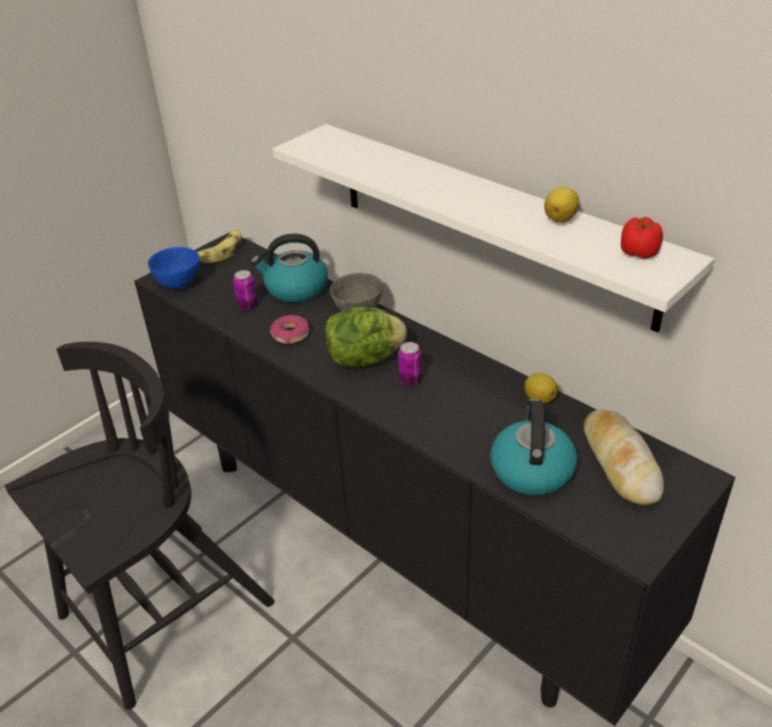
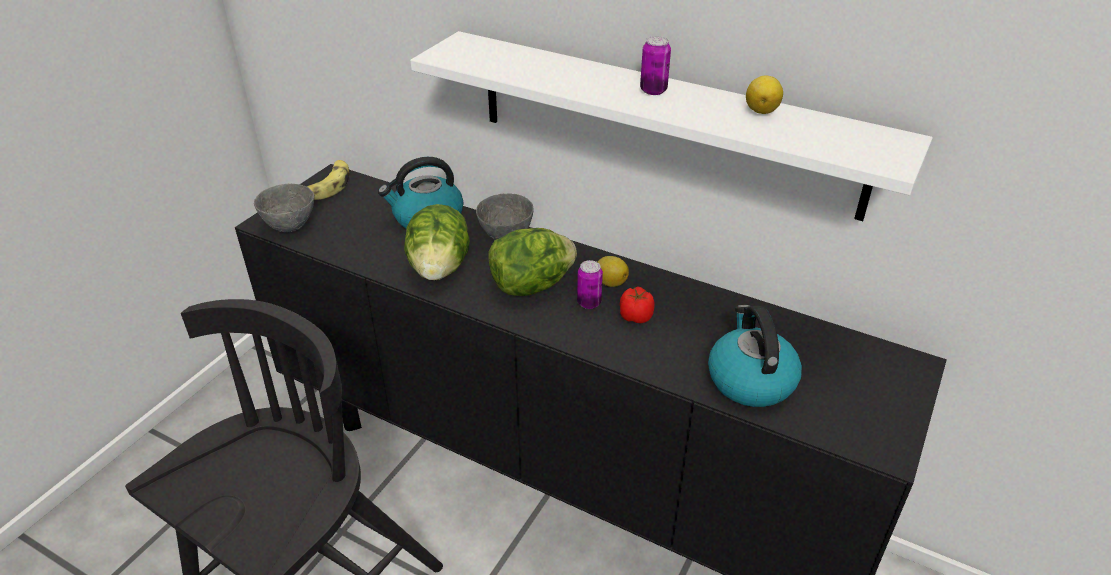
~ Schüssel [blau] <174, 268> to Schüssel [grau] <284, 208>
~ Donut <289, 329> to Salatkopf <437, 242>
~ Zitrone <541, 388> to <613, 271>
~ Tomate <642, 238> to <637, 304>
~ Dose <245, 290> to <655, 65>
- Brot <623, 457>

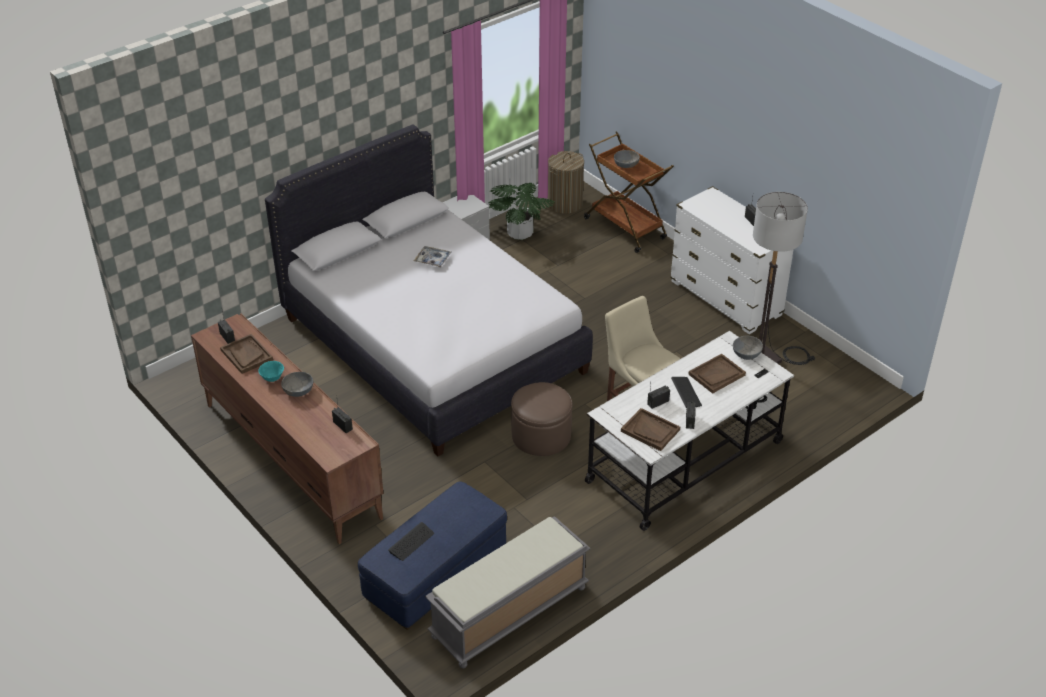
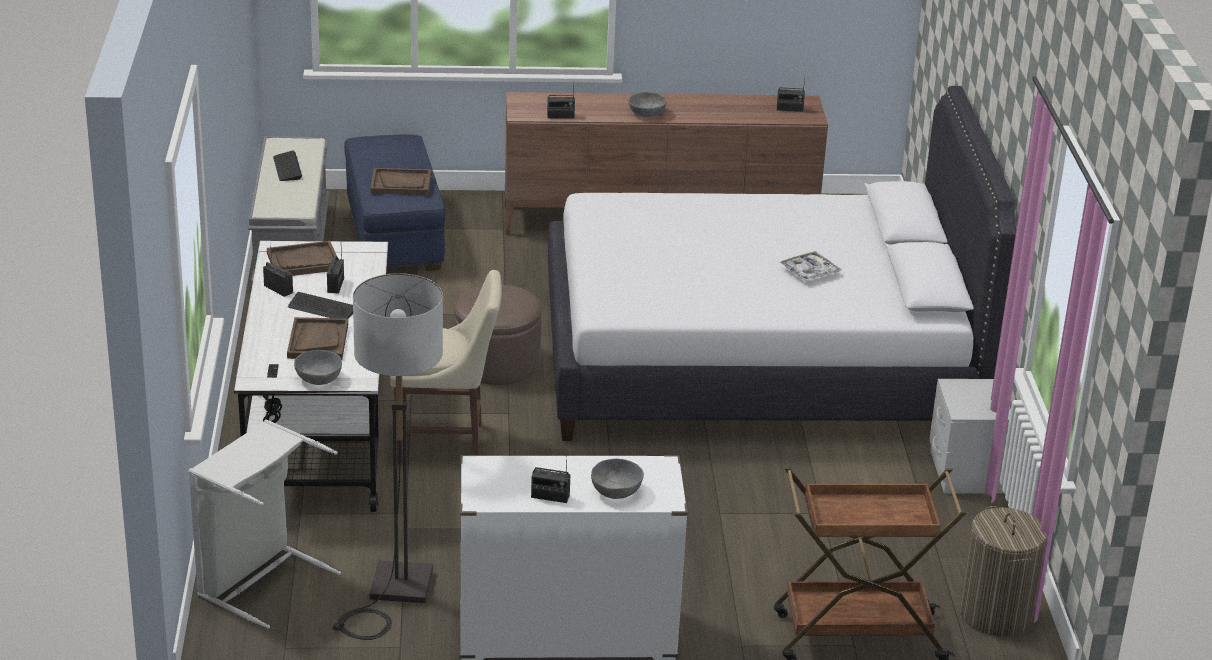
+ Wäschekorb [grau] <264, 524>
~ Tastatur <411, 541> to <287, 166>
~ Tablett [braun] <246, 354> to <400, 181>
~ Schüssel [grau] <627, 159> to <617, 478>
- Schüssel [türkis] <271, 371>
- Topfpflanze <521, 211>

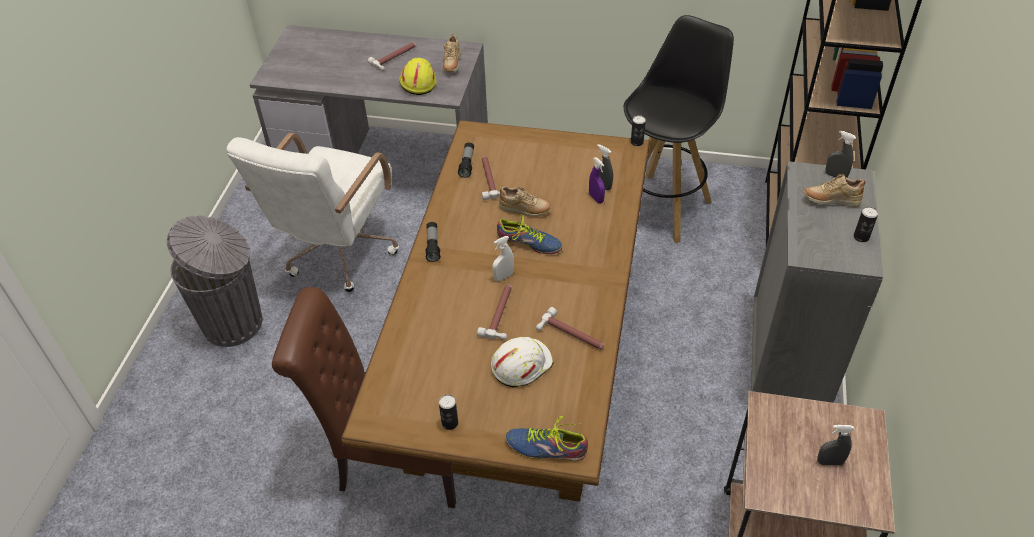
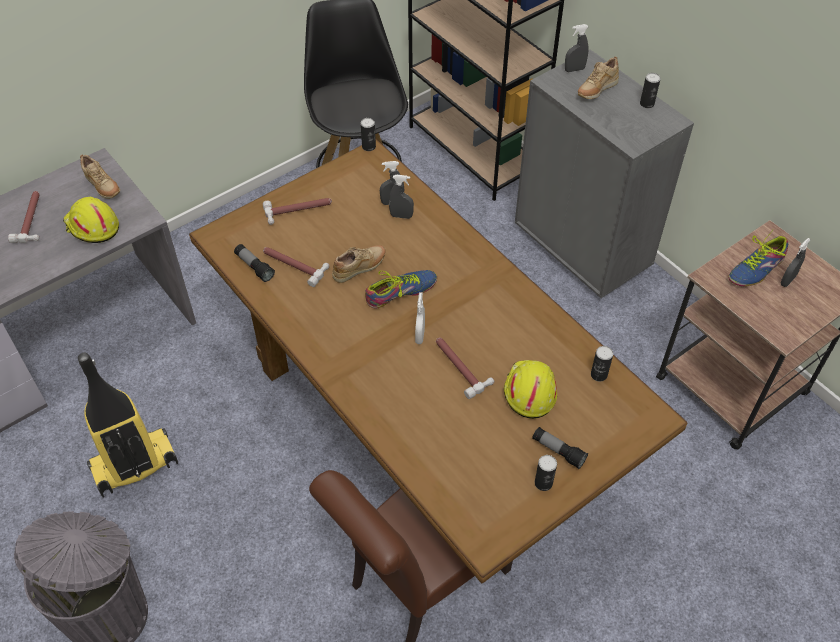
~ Bürostuhl [weiß] <312, 212> to Staubsauger <128, 424>
~ Hammer <570, 328> to <297, 211>
~ Sprühflasche [lila] <597, 180> to Sprühflasche [grau] <401, 197>
~ Schutzhelm [weiß] <522, 362> to Schutzhelm [gelb] <530, 389>
~ Taschenlampe <432, 242> to <560, 448>
+ Dose <602, 364>
~ Schuh <546, 438> to <758, 258>

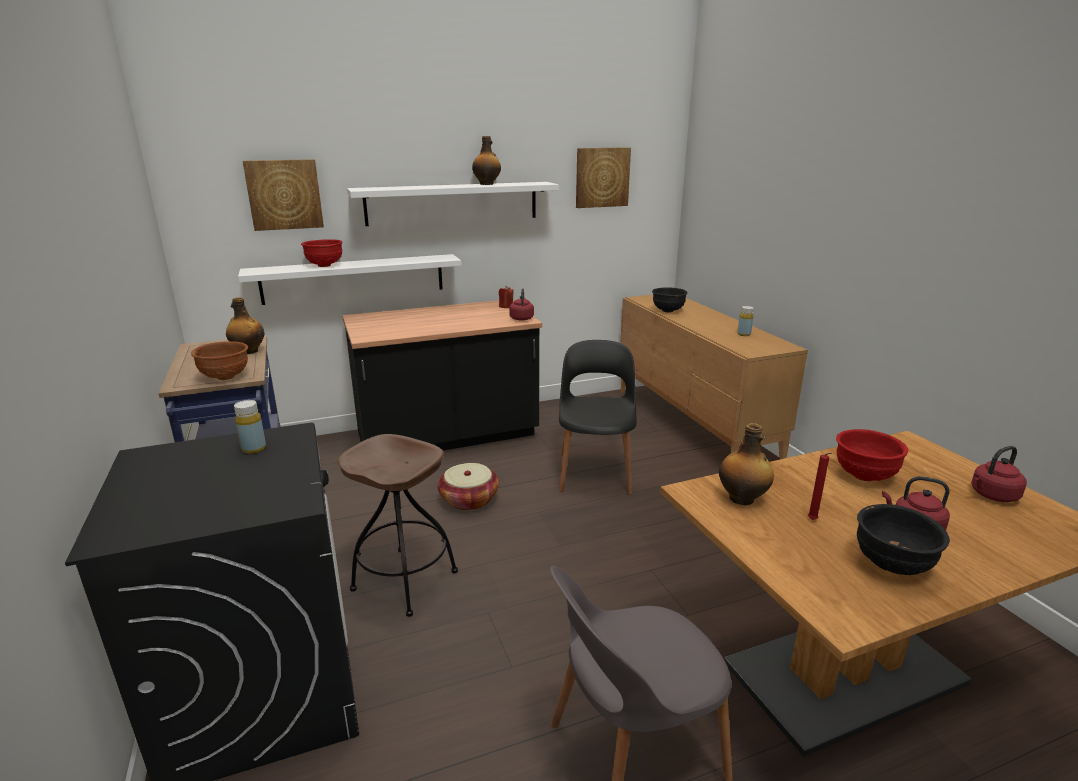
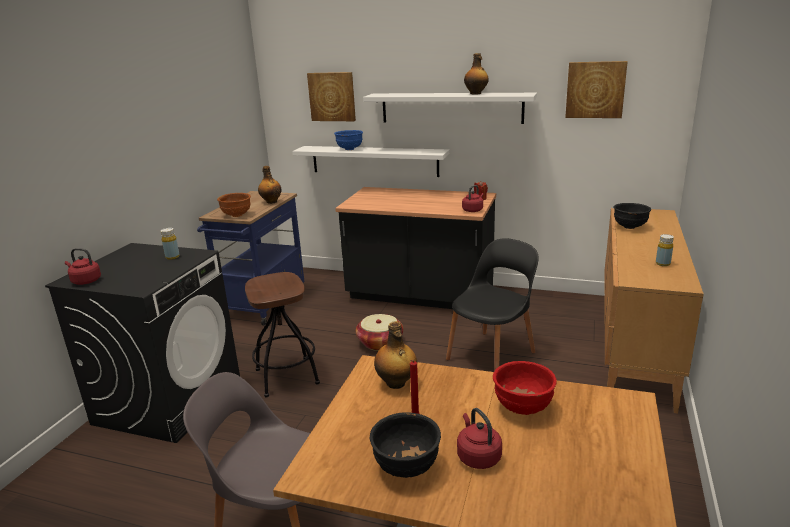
~ Wasserkessel [rot] <999, 474> to <83, 266>
~ Schüssel [rot] <322, 253> to Schüssel [blau] <348, 140>

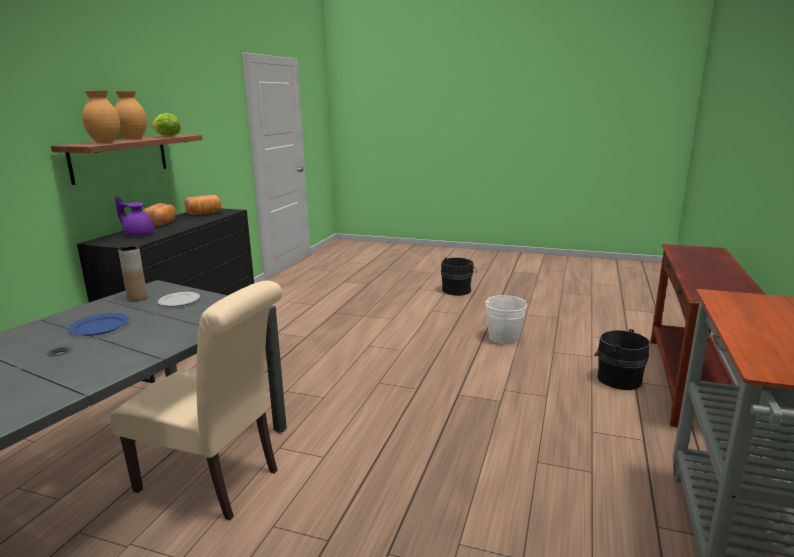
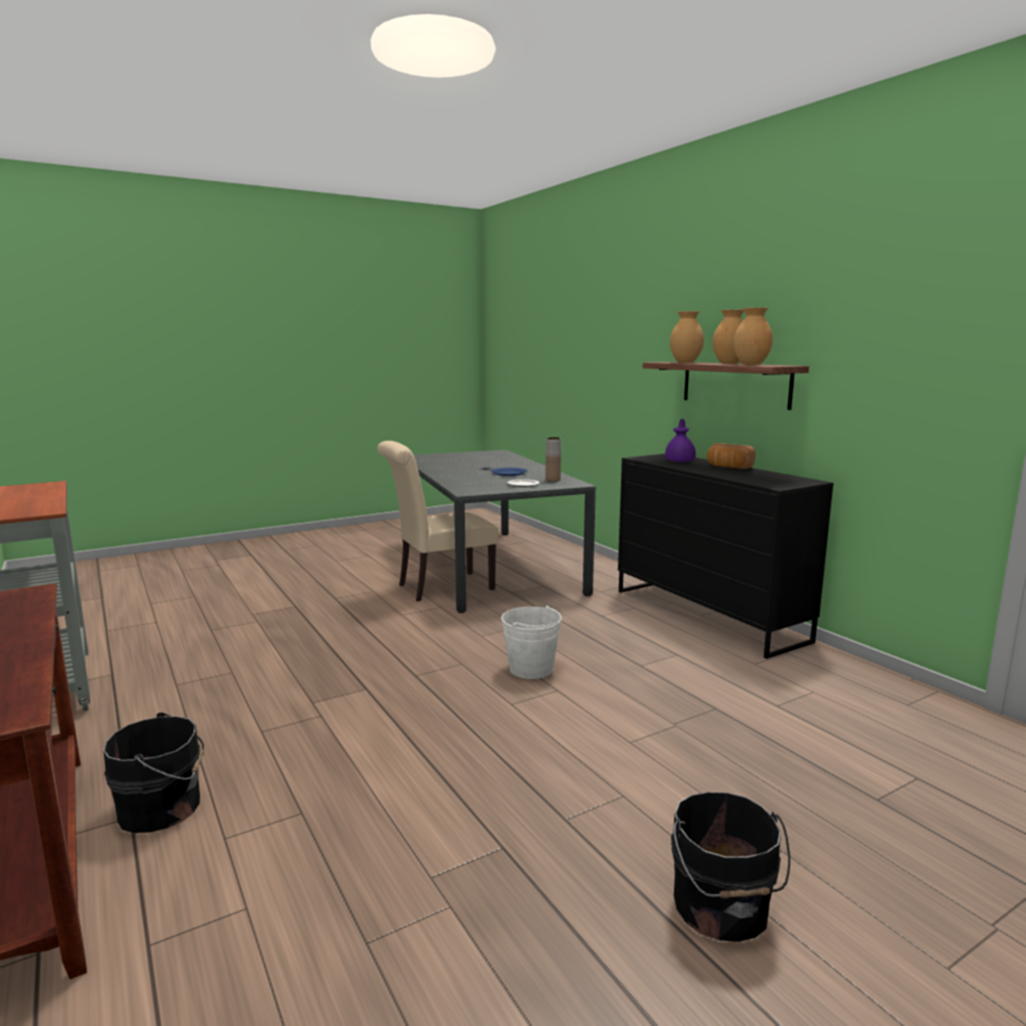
~ Eimer [weiß] <506, 320> to <531, 642>
~ Teekanne [lila] <134, 216> = <680, 440> 45 degrees counterclockwise
~ Salatkopf <166, 124> to Vase [braun] <753, 336>
- Brot <202, 205>

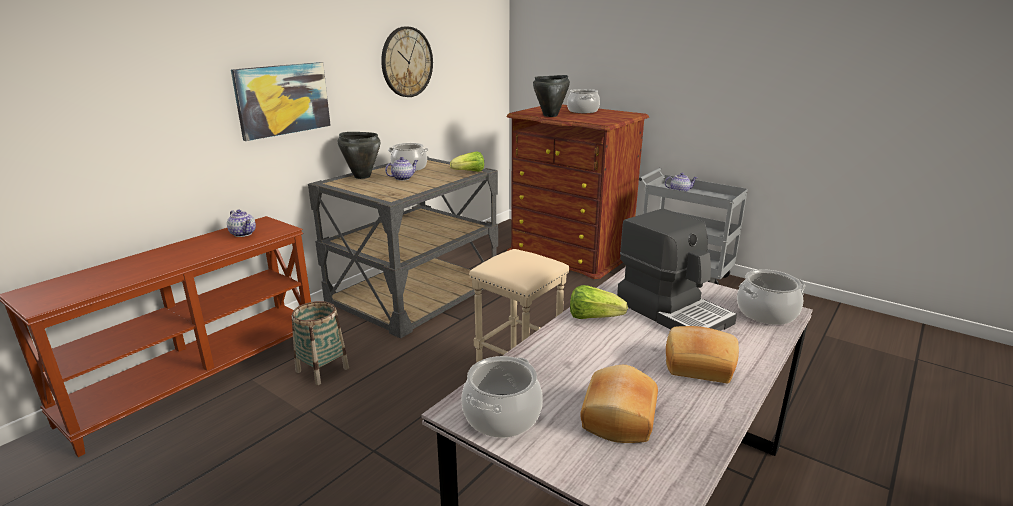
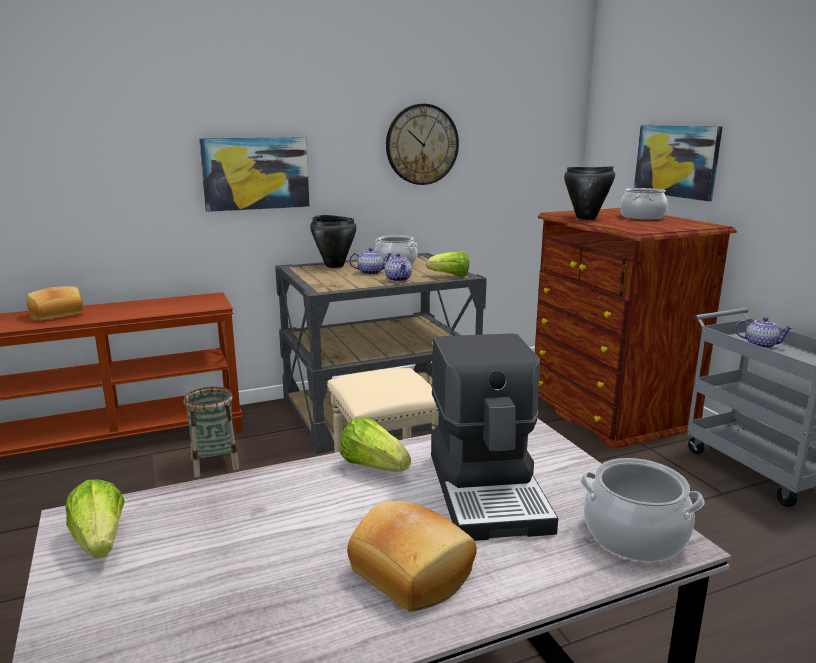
~ Brot <619, 404> to <55, 304>
~ Kochtopf <502, 397> to Salatkopf <95, 519>
~ Teekanne <241, 223> to <398, 267>
+ Bild <678, 163>

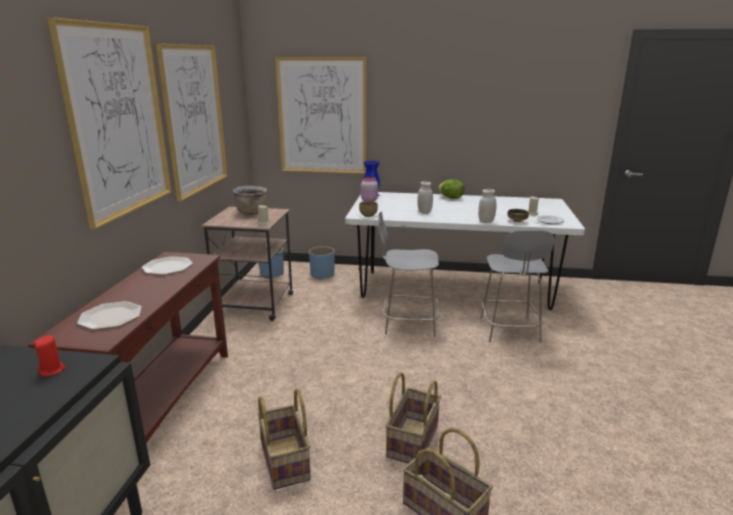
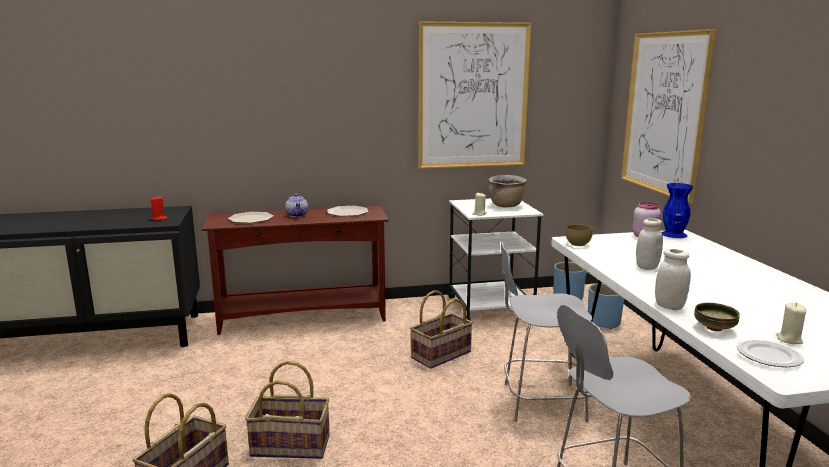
+ Teekanne <296, 205>
~ Korb <284, 439> to <441, 329>
~ Rollwagen [braun] <247, 264> to Rollwagen [weiß] <496, 259>
~ Stuhl [grau] <408, 274> = <546, 332> 75 degrees counterclockwise
- Bild <109, 123>
- Salatkopf <451, 189>

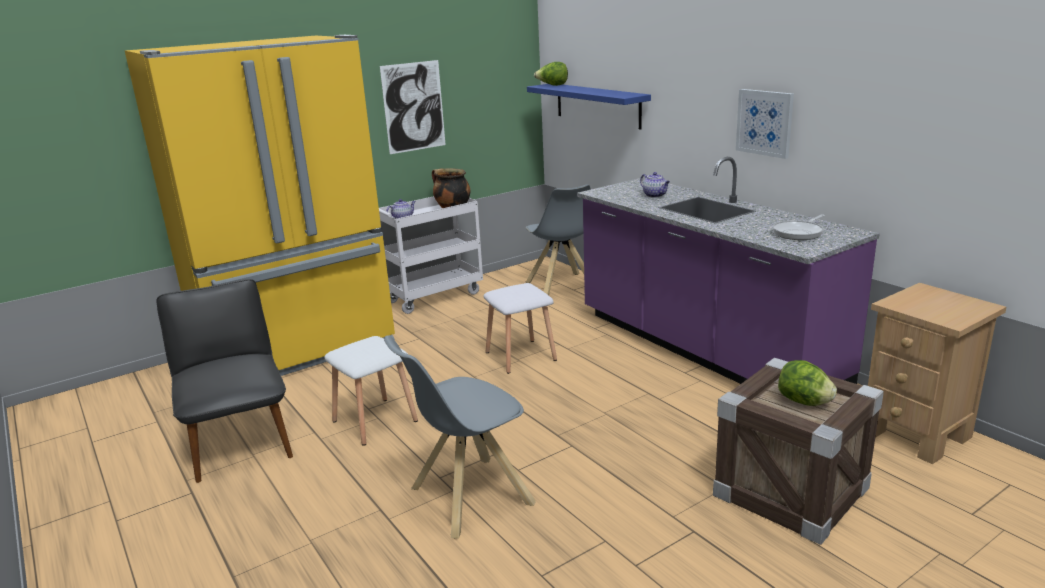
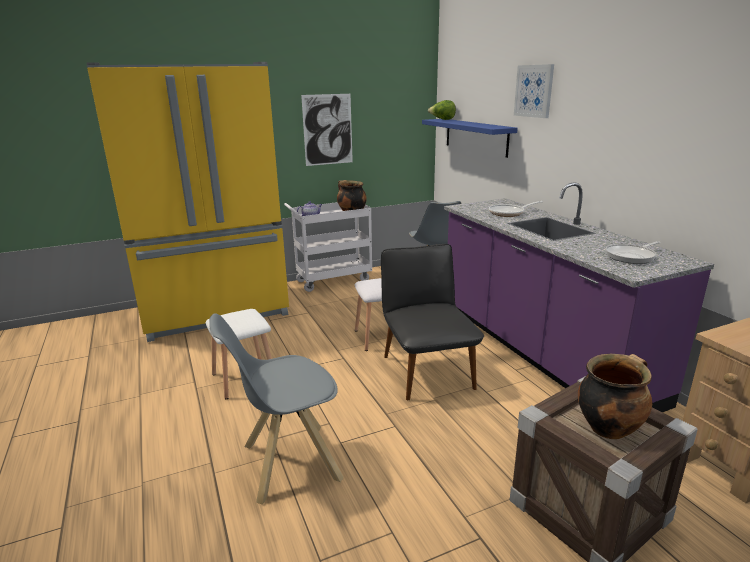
~ Stuhl [schwarz] <224, 381> to <432, 322>
~ Teekanne <655, 185> to Pfanne <516, 209>
~ Bild <765, 124> to <534, 91>
~ Salatkopf <807, 383> to Kochtopf <615, 396>

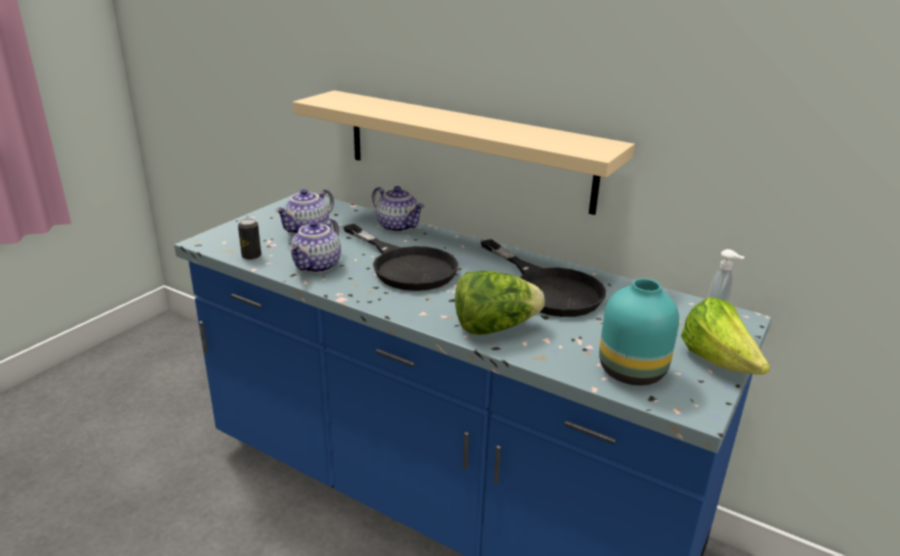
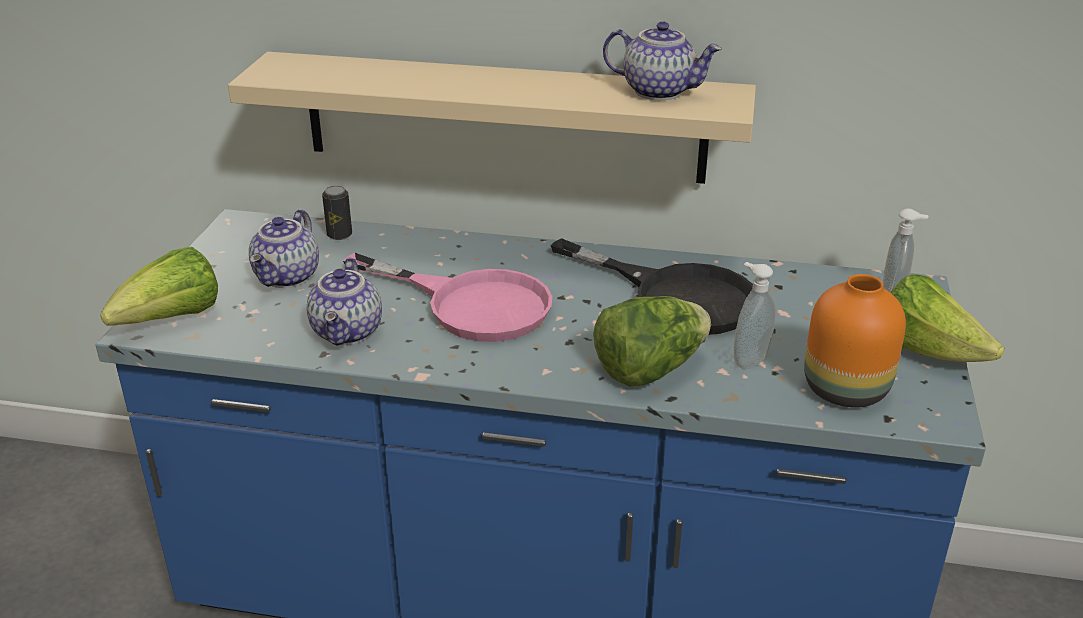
+ Salatkopf <159, 286>
~ Dose <249, 239> to <337, 213>
~ Pfanne [schwarz] <400, 257> to Pfanne [rosa] <447, 297>
~ Teekanne <398, 209> to <662, 61>
+ Seifenspender <755, 315>
~ Vase [türkis] <639, 331> to Vase [orange] <855, 340>

